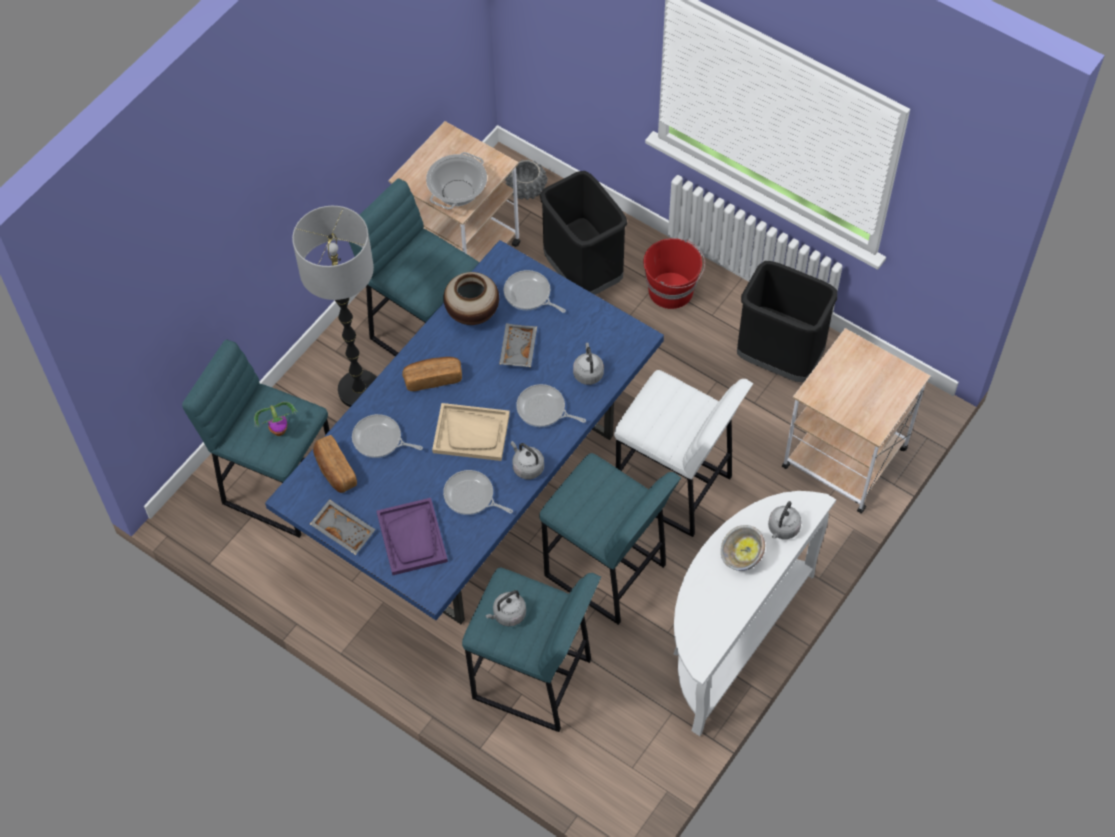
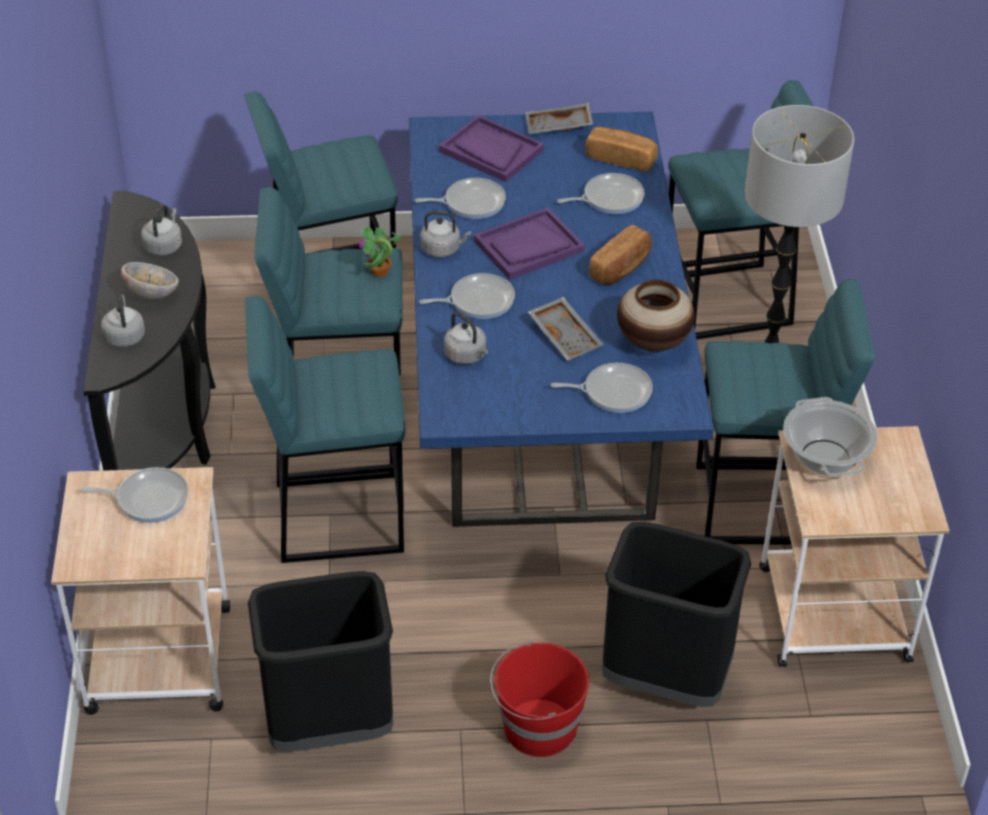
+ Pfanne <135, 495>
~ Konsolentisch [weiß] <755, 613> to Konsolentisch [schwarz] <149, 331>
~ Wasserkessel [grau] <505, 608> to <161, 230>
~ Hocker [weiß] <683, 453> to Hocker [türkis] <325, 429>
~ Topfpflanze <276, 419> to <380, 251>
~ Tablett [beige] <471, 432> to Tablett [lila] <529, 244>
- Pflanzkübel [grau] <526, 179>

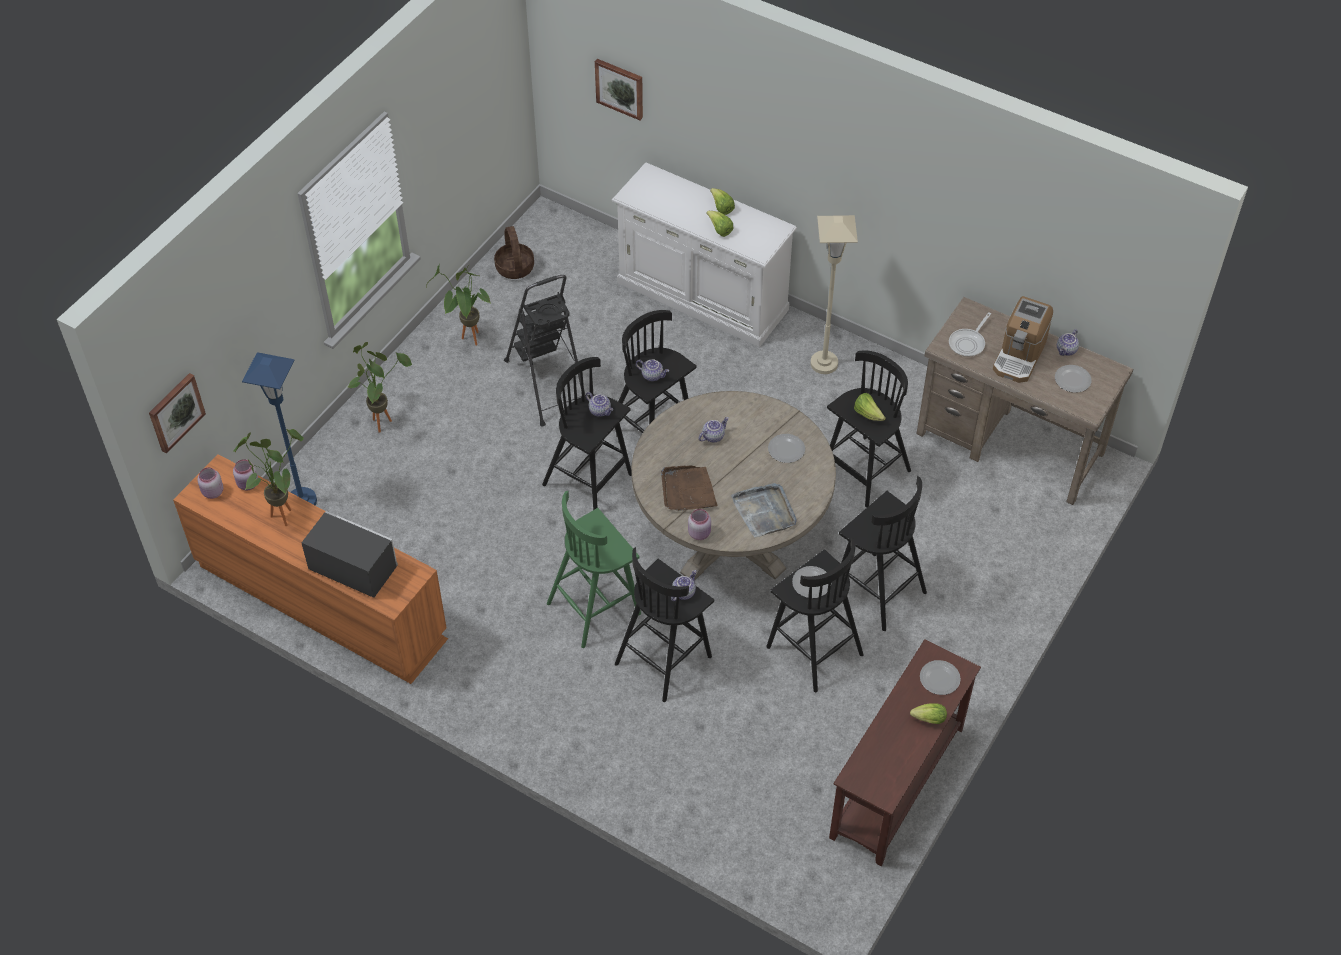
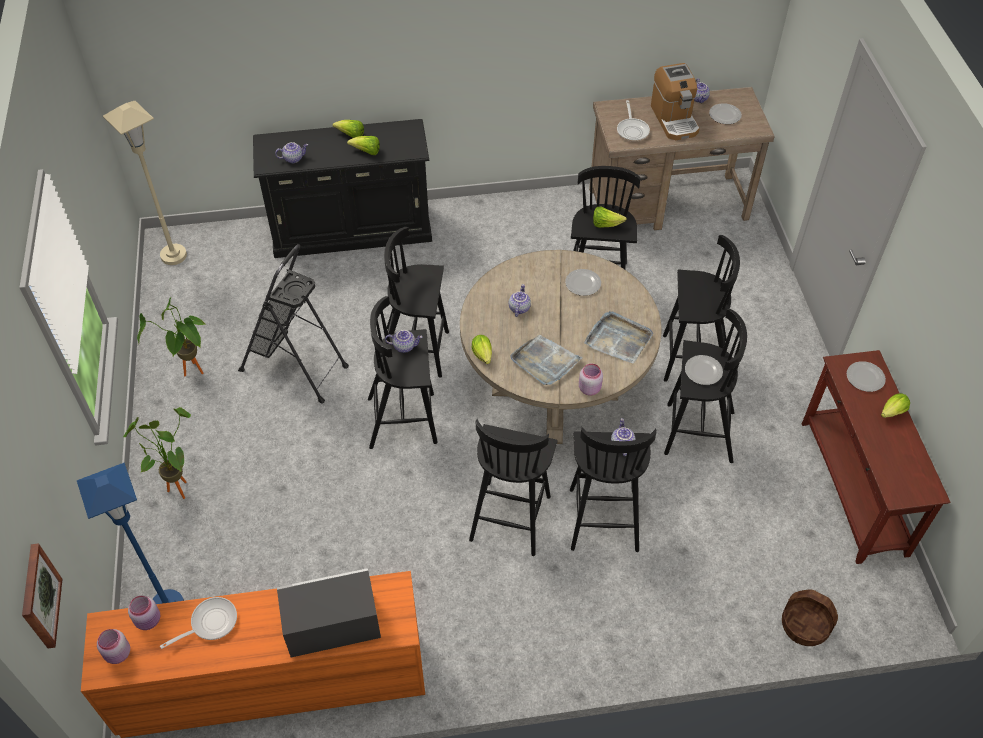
~ Stehlampe [beige] <834, 294> to <145, 183>
~ Topfpflanze <268, 477> to Pfanne <198, 623>
~ Schrank [weiß] <704, 255> to Schrank [schwarz] <342, 188>
~ Teekanne <652, 370> to <291, 152>
~ Hocker [grün] <594, 569> to Hocker [schwarz] <513, 487>
+ Salatkopf <481, 349>
~ Tablett [braun] <689, 488> to Tablett [grau] <546, 360>
~ Korb <514, 252> to <810, 617>
- Bild <619, 89>

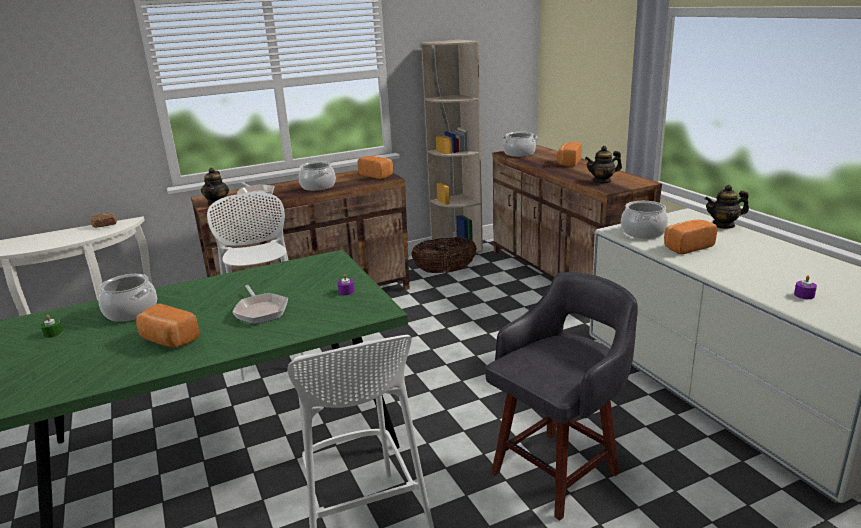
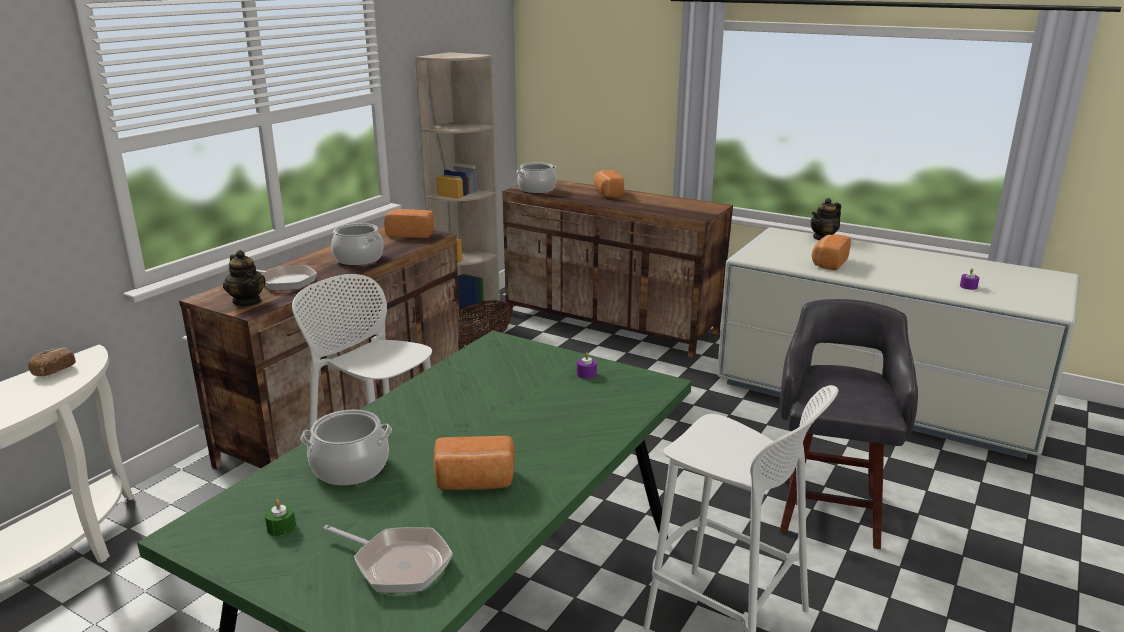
~ Pfanne <260, 304> to <388, 559>
- Teekanne <603, 165>
- Kochtopf <644, 219>

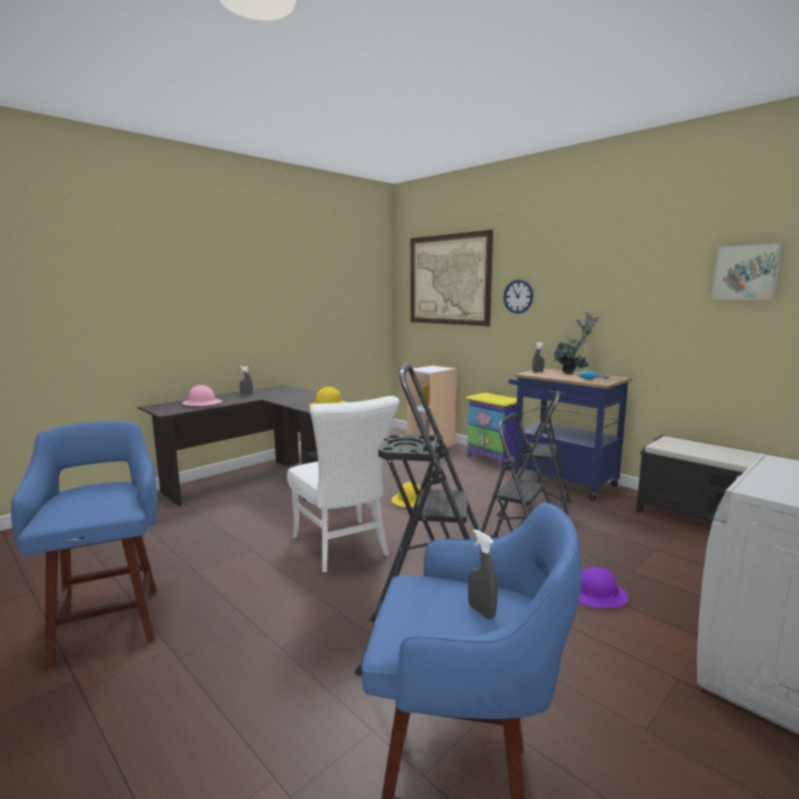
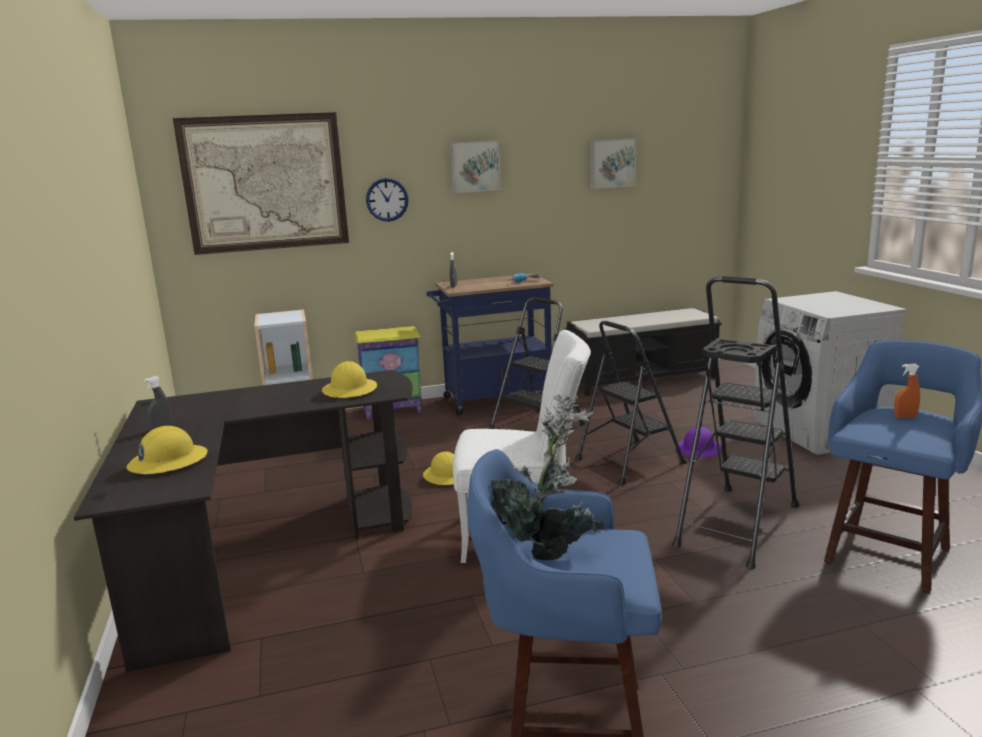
~ Schutzhelm [rosa] <202, 395> to Schutzhelm [gelb] <167, 450>
+ Bild <475, 166>
~ Topfpflanze <576, 343> to <548, 477>
~ Sprühflasche [grau] <482, 574> to Sprühflasche [orange] <907, 391>

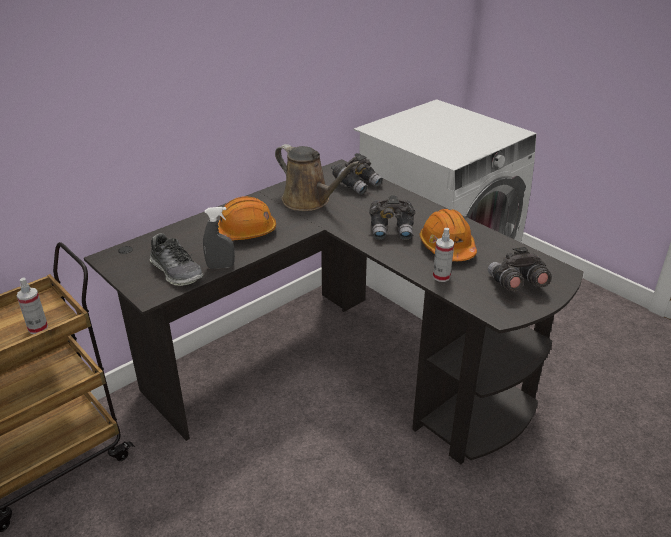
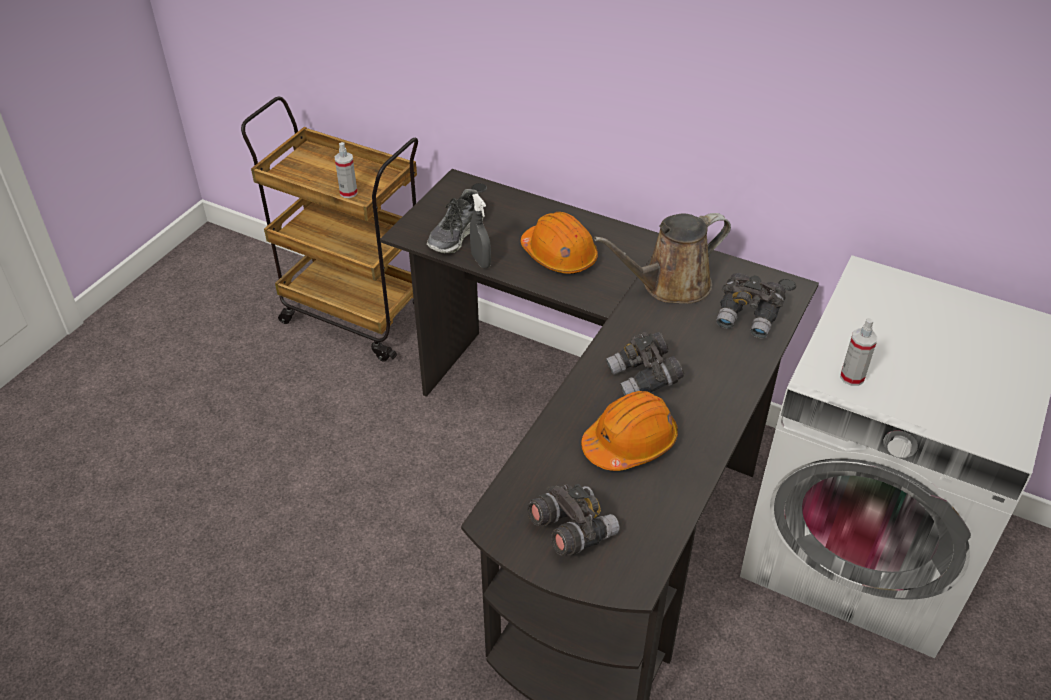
~ Gießkanne [braun] <317, 177> = <662, 258> 45 degrees clockwise
~ Sprühflasche <443, 255> to <859, 352>

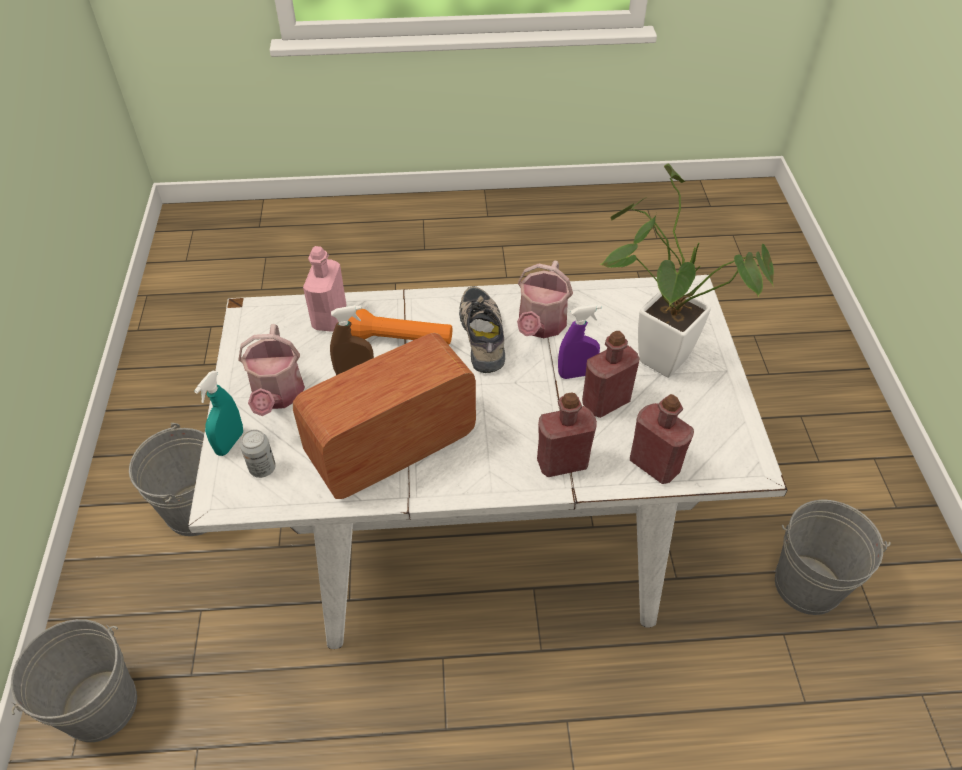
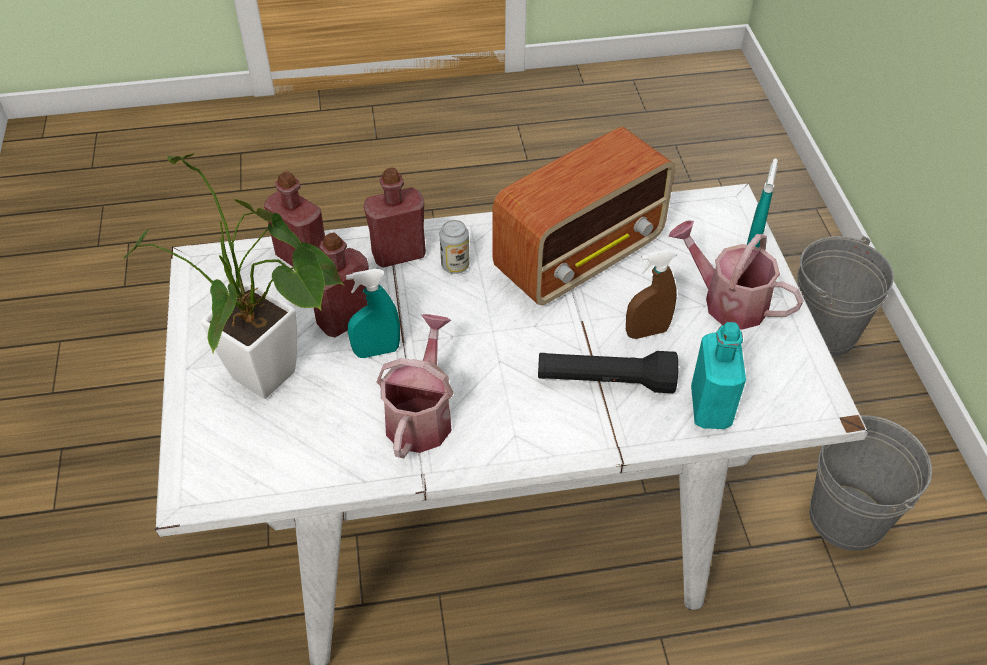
~ Sprühflasche [lila] <579, 342> to Sprühflasche [türkis] <373, 313>
~ Dose <258, 453> to <454, 247>
~ Taschenlampe [orange] <400, 326> to Taschenlampe [schwarz] <608, 372>
~ Gießkanne <271, 370> = <736, 275> 45 degrees counterclockwise
~ Flasche [rosa] <325, 289> to Flasche [türkis] <718, 375>
- Schuh <482, 329>
- Eimer [grau] <832, 557>

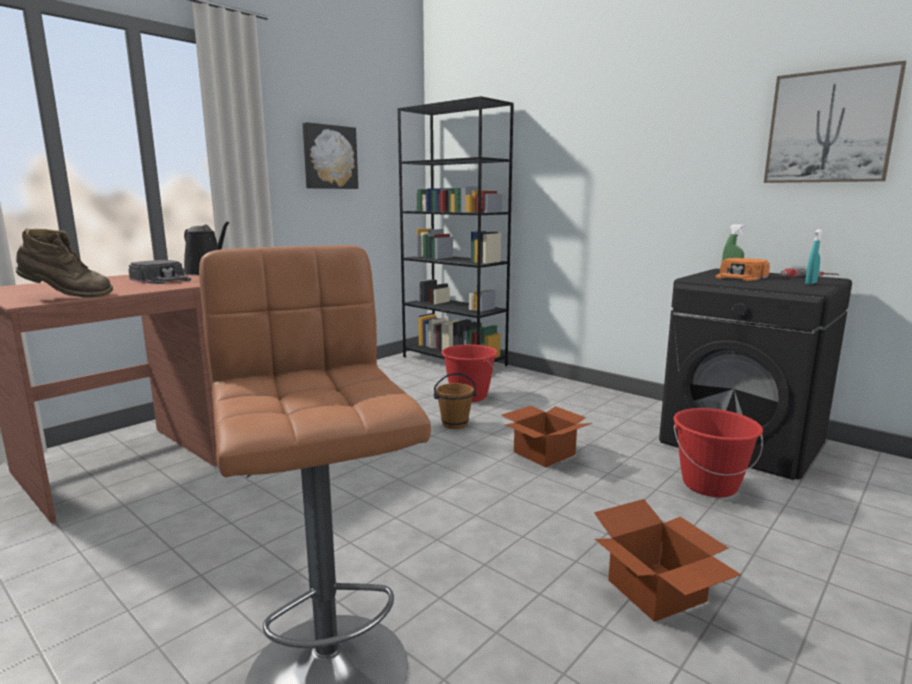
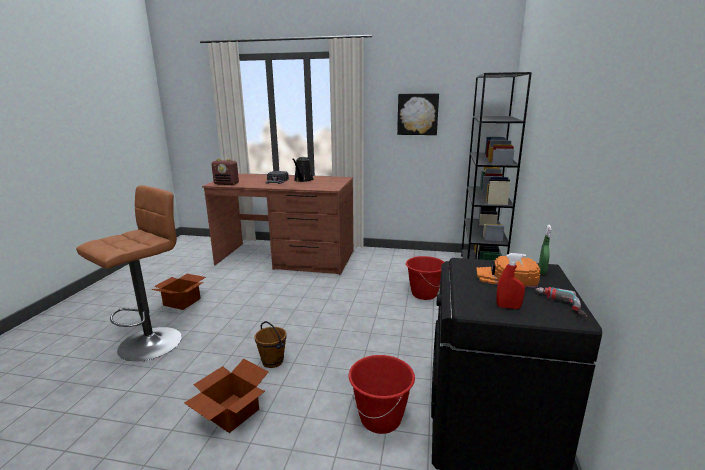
~ Karton <546, 436> to <178, 292>
~ Stiefel [braun] <64, 263> to Radio <225, 172>
~ Eimer [braun] <455, 401> to <270, 344>
~ Sprühflasche [türkis] <814, 257> to Sprühflasche [rot] <511, 281>
- Bild <835, 122>

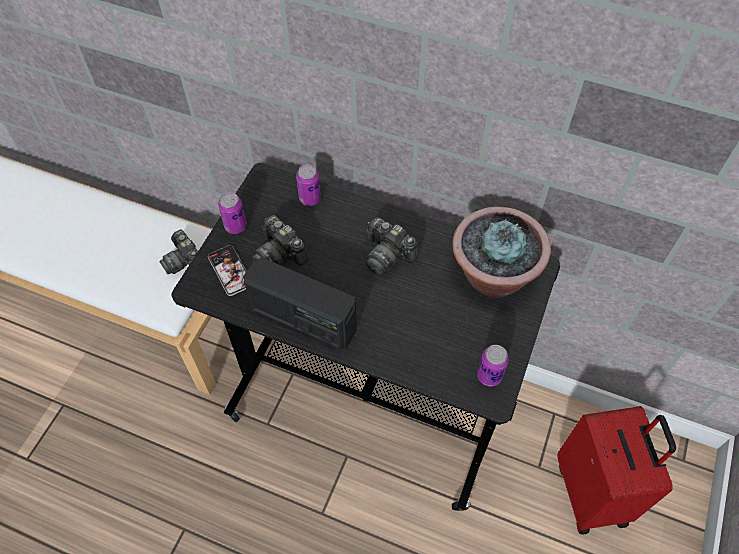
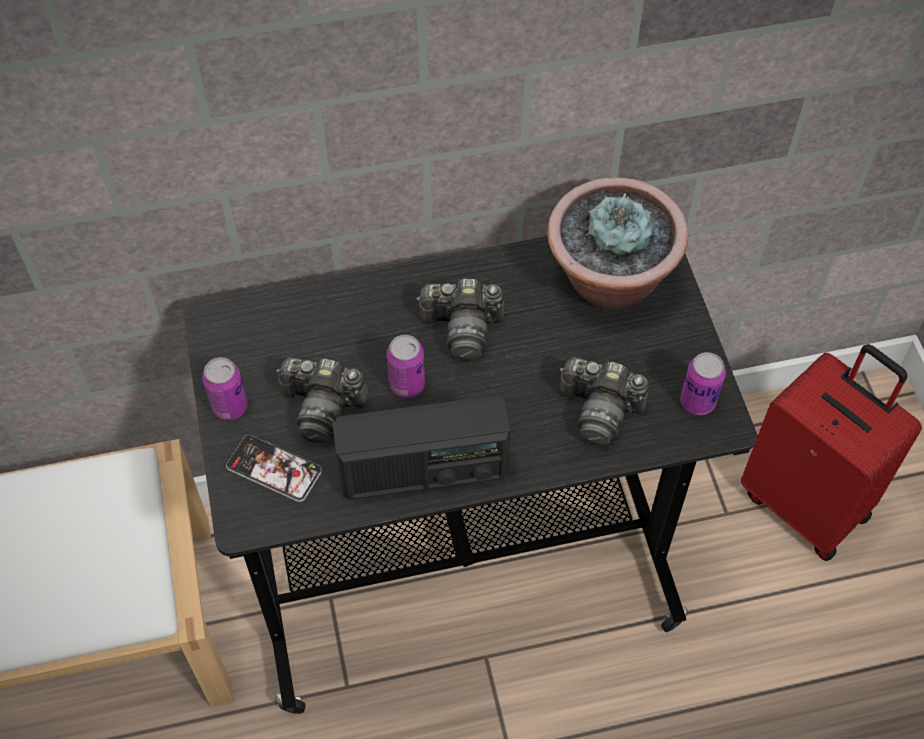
~ Dose <308, 185> to <406, 366>
~ Kamera <178, 252> to <605, 401>

